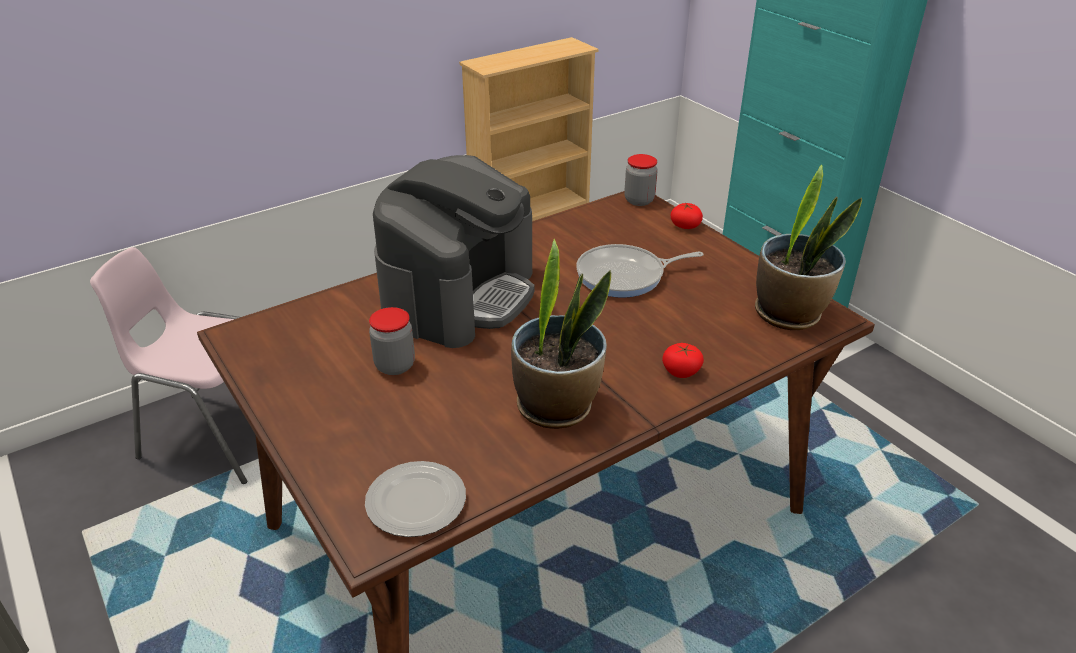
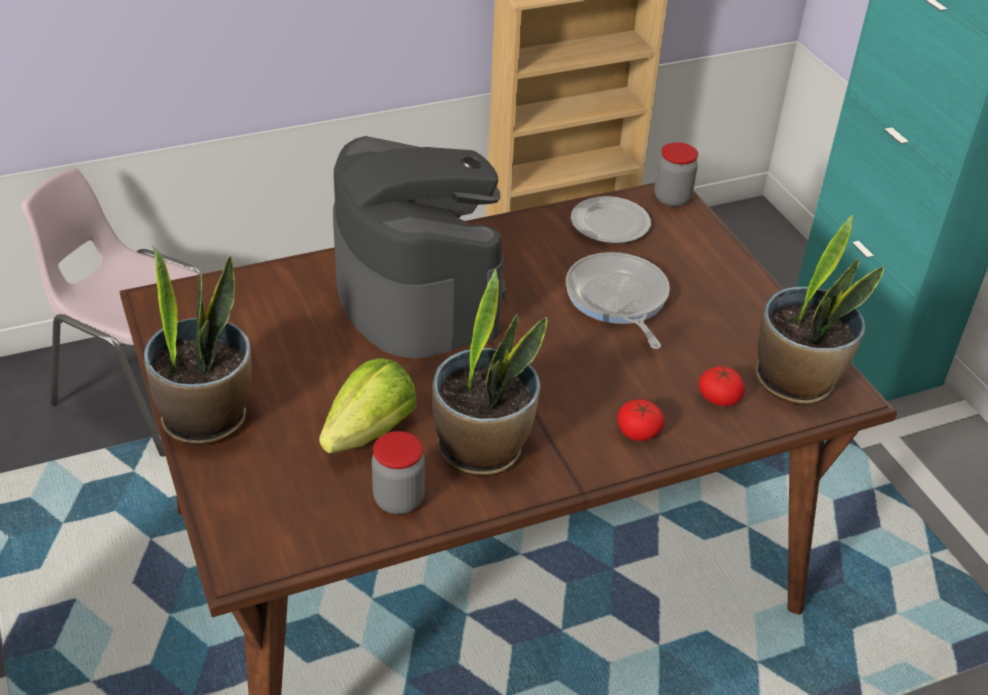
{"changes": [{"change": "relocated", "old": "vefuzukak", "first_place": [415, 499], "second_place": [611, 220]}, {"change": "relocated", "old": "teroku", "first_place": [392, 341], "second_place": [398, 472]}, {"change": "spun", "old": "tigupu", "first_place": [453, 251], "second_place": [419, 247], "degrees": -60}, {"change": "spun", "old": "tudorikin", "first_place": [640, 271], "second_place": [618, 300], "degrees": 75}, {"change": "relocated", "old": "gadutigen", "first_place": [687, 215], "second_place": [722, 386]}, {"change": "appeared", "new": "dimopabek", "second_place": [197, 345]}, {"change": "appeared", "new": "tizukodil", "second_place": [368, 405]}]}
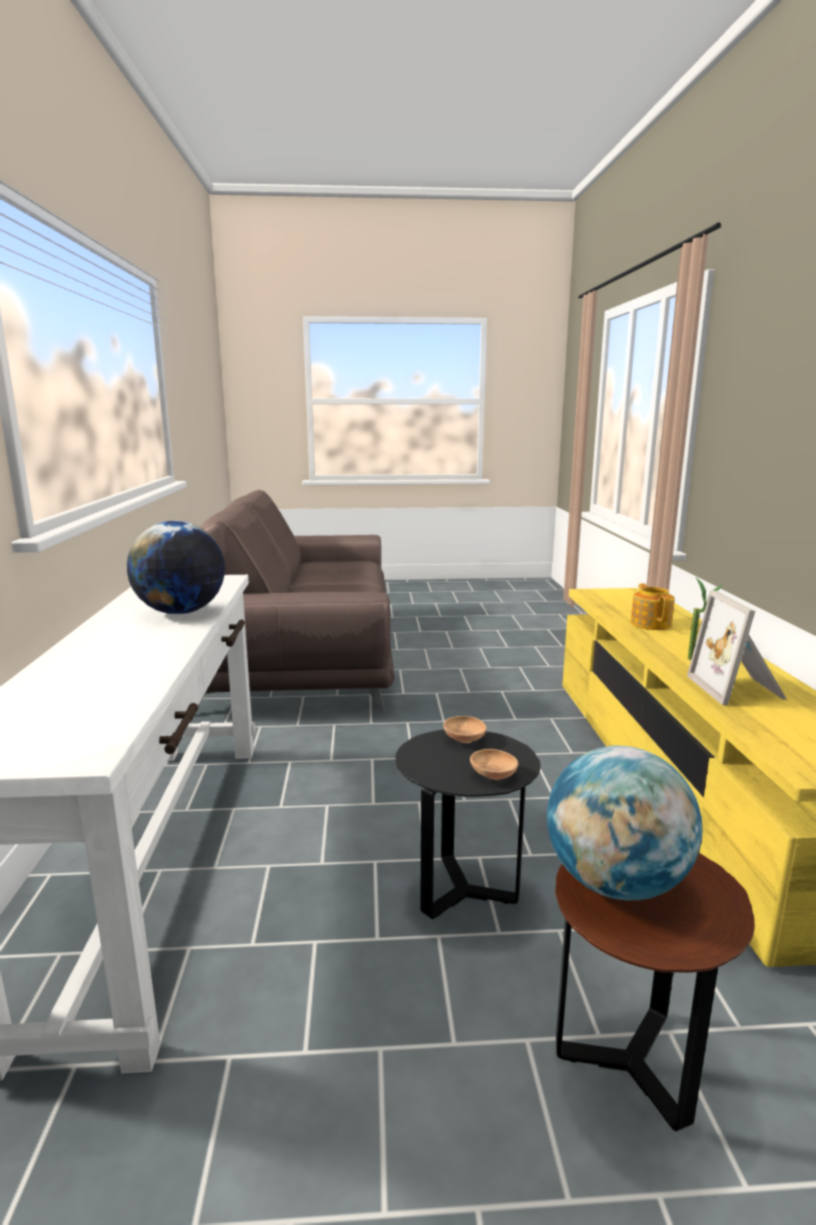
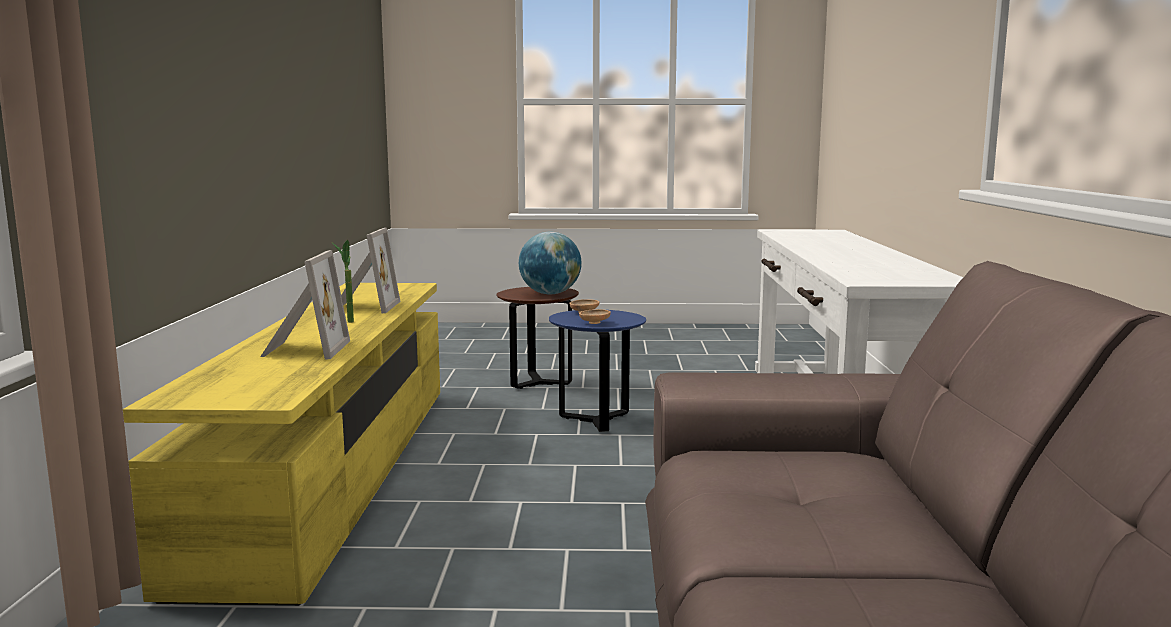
{"changes": [{"change": "missing", "old": "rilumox", "first_place": [176, 567]}, {"change": "colour", "old": "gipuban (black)", "new": "gipuban (blue)", "first_place": [468, 824], "second_place": [597, 371]}, {"change": "exchanged", "old": "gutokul", "new": "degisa", "first_place": [653, 607], "second_place": [305, 304]}]}
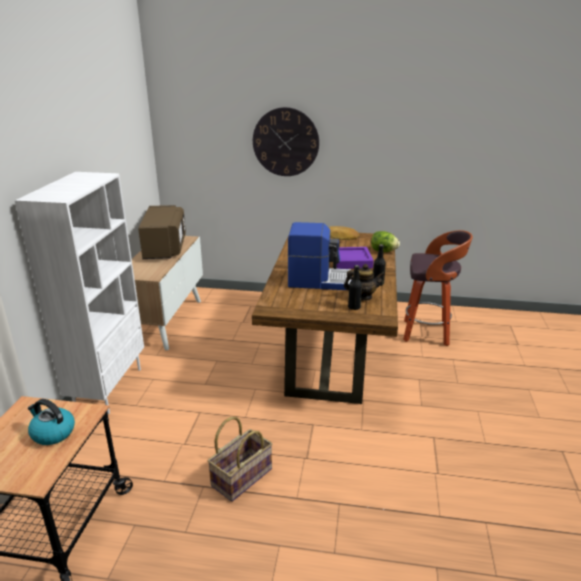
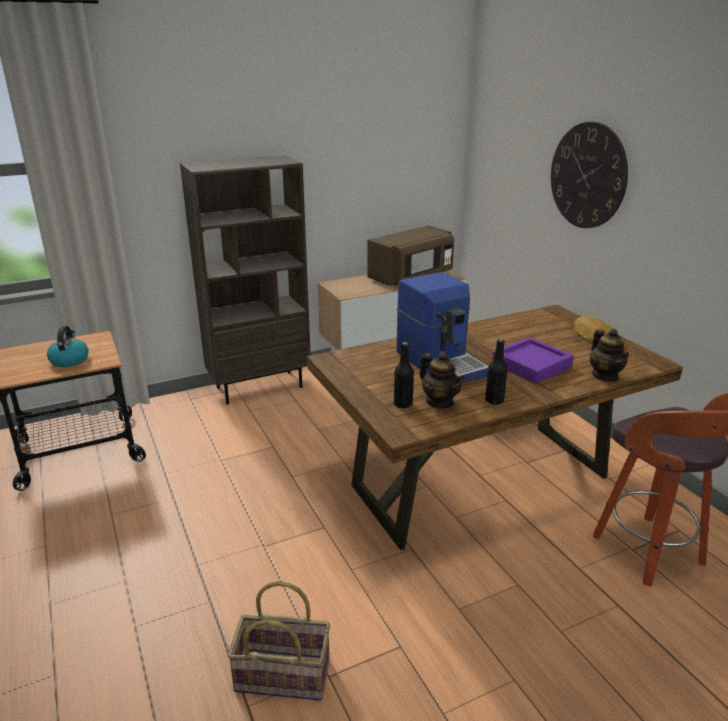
{"changes": [{"change": "colour", "old": "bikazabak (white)", "new": "bikazabak (brown)", "first_place": [79, 293], "second_place": [245, 280]}, {"change": "relocated", "old": "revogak", "first_place": [240, 459], "second_place": [279, 641]}, {"change": "exchanged", "old": "tizukodil", "new": "gutokul", "first_place": [385, 241], "second_place": [609, 355]}]}
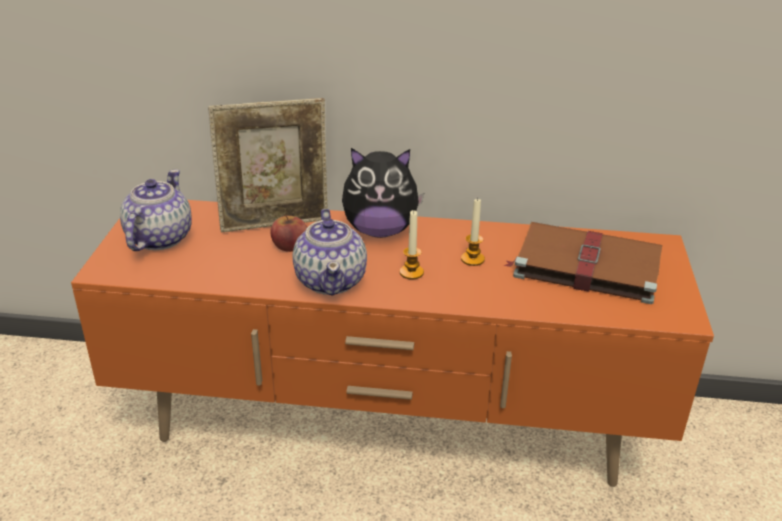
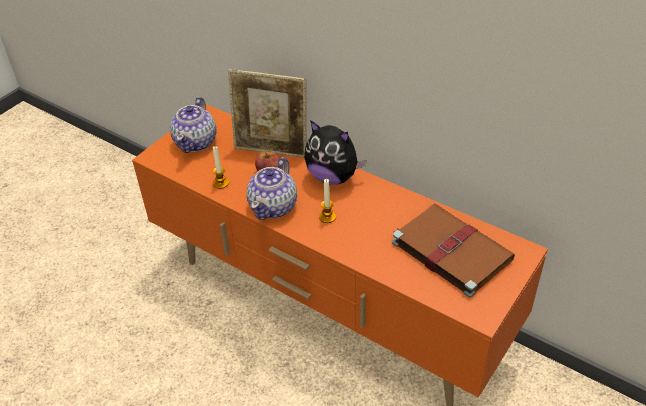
{"changes": [{"change": "spun", "old": "gutokul", "first_place": [156, 210], "second_place": [193, 125], "degrees": 150}, {"change": "relocated", "old": "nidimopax", "first_place": [473, 232], "second_place": [221, 167]}]}
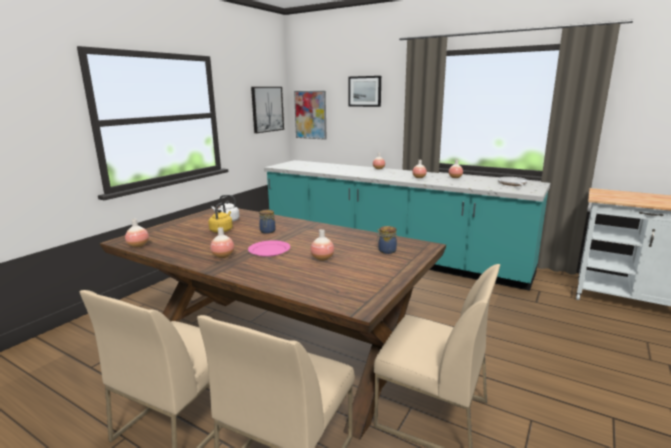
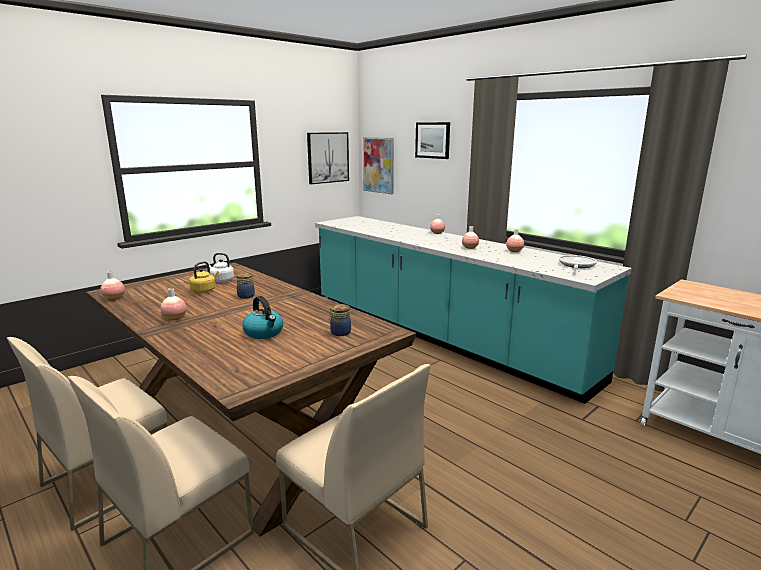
{"changes": [{"change": "missing", "old": "vefuzukak (pink)", "first_place": [269, 248]}, {"change": "exchanged", "old": "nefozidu", "new": "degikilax", "first_place": [322, 245], "second_place": [262, 317]}]}
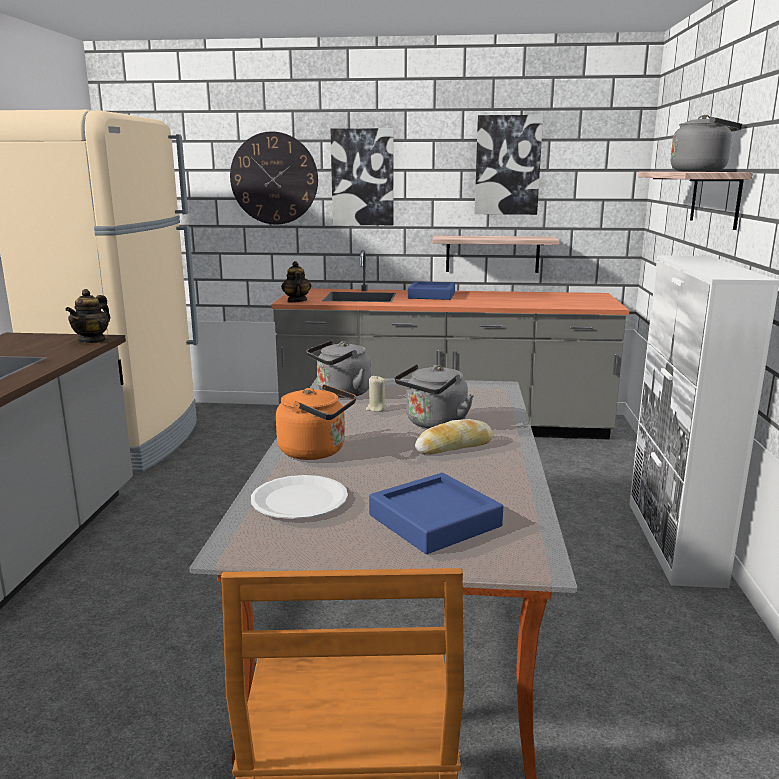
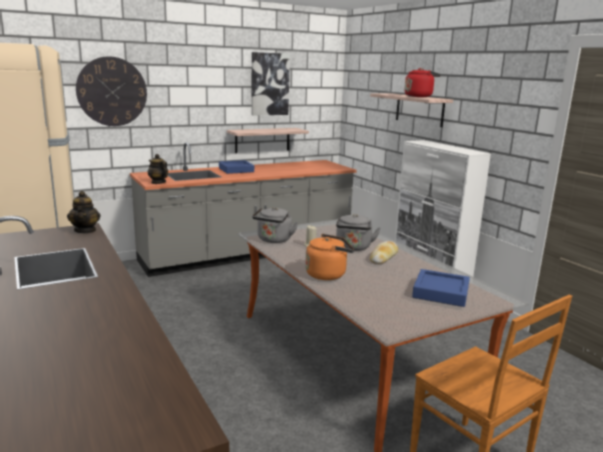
{"changes": [{"change": "missing", "old": "vefuzukak (white)", "first_place": [299, 497]}, {"change": "missing", "old": "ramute", "first_place": [362, 176]}, {"change": "colour", "old": "degikilax (grey)", "new": "degikilax (red)", "first_place": [706, 143], "second_place": [422, 82]}]}
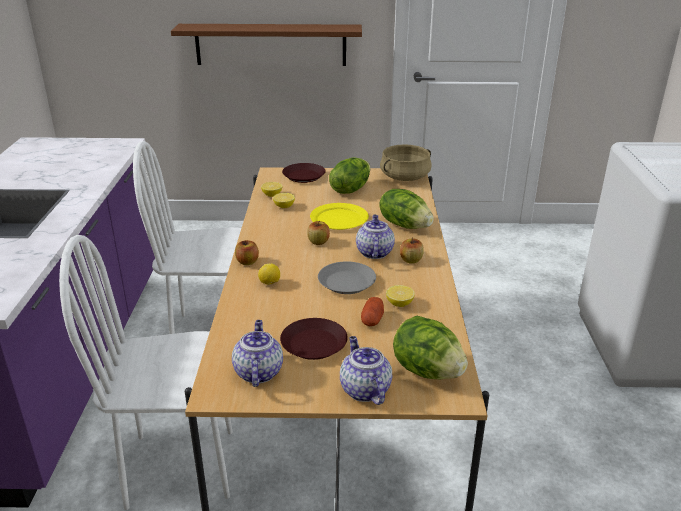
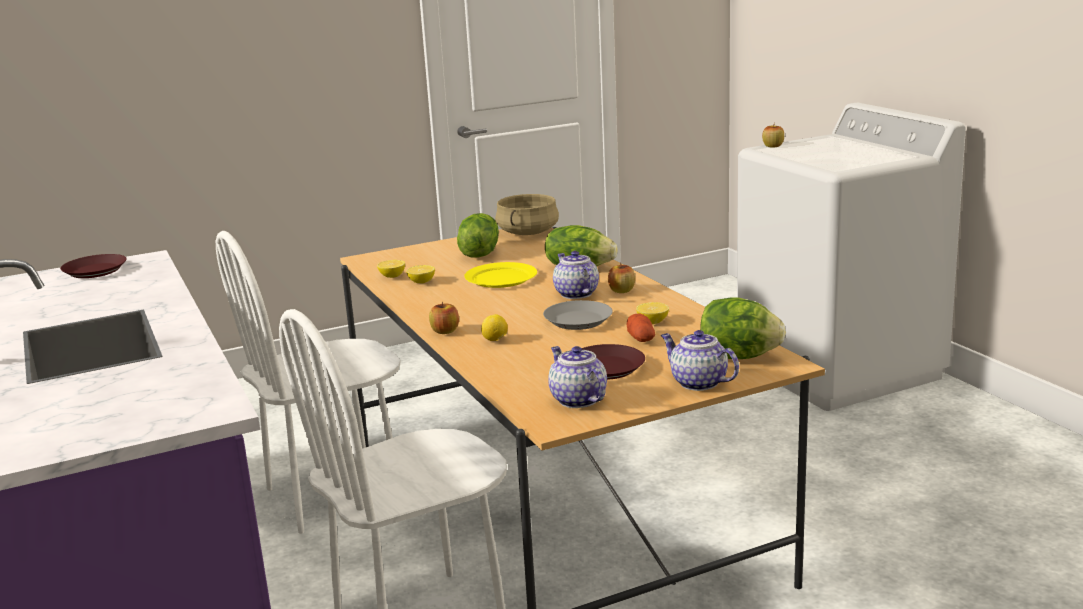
{"changes": [{"change": "missing", "old": "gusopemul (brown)", "first_place": [266, 45]}, {"change": "relocated", "old": "vefuzukak (brown)", "first_place": [304, 173], "second_place": [93, 266]}, {"change": "relocated", "old": "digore", "first_place": [318, 233], "second_place": [773, 135]}]}
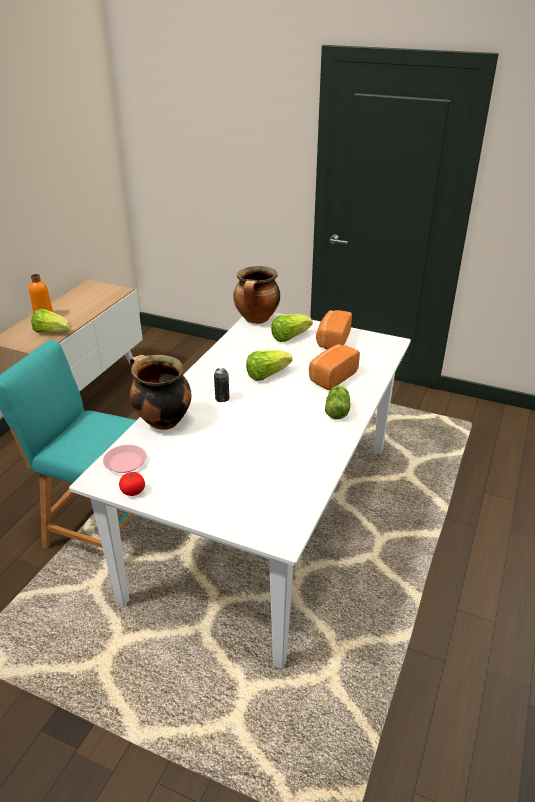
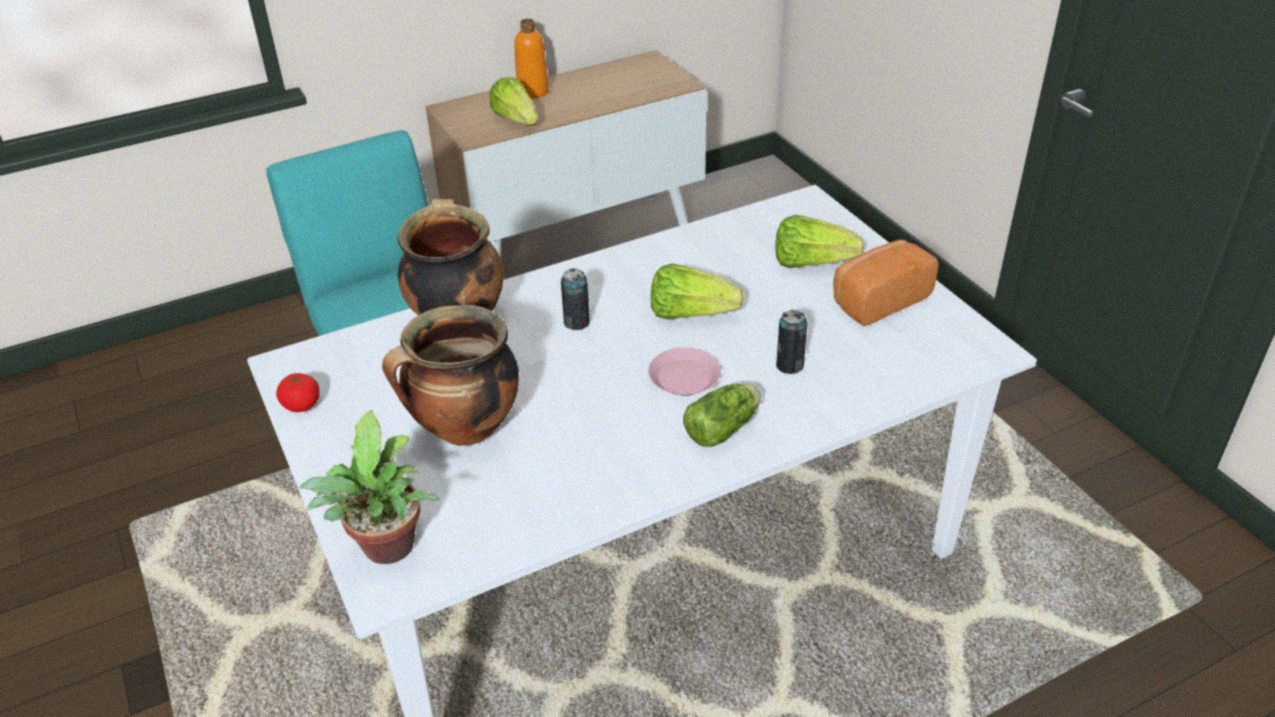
{"changes": [{"change": "relocated", "old": "vefuzukak (pink)", "first_place": [124, 459], "second_place": [684, 372]}, {"change": "relocated", "old": "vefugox", "first_place": [256, 295], "second_place": [450, 375]}, {"change": "exchanged", "old": "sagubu", "new": "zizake", "first_place": [334, 367], "second_place": [791, 342]}, {"change": "appeared", "new": "dimopabek", "second_place": [369, 487]}]}
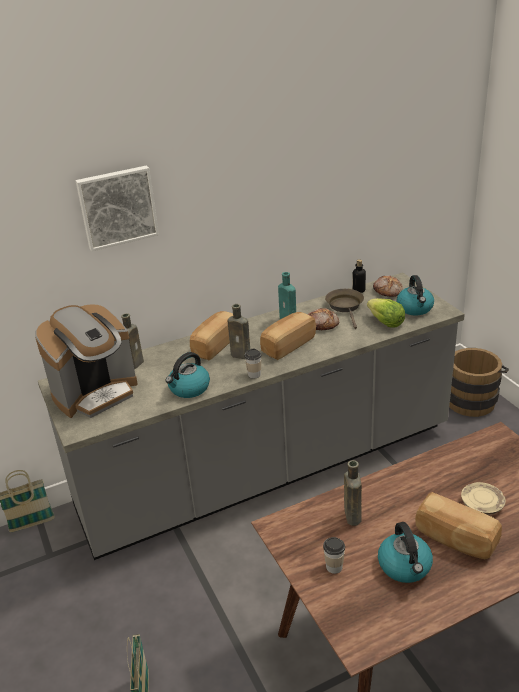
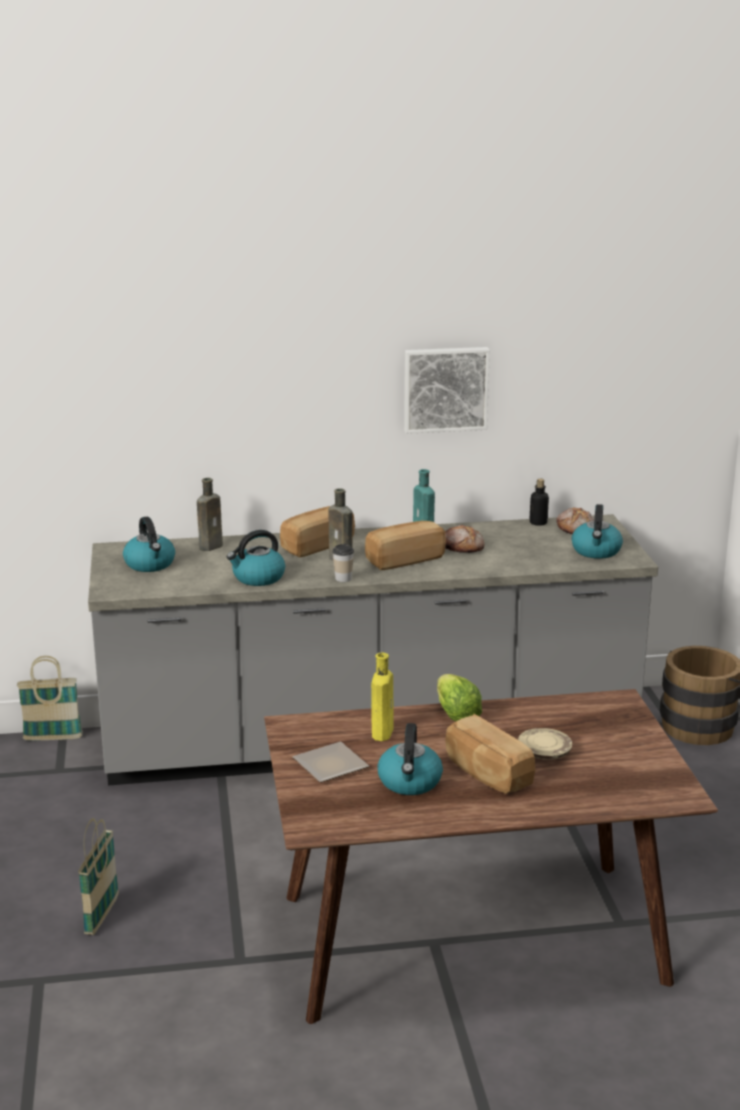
{"changes": [{"change": "exchanged", "old": "tigupu", "new": "degikilax", "first_place": [86, 361], "second_place": [149, 544]}, {"change": "relocated", "old": "ramute", "first_place": [117, 208], "second_place": [447, 390]}, {"change": "exchanged", "old": "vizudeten", "new": "vefuzukak", "first_place": [334, 555], "second_place": [330, 762]}, {"change": "missing", "old": "tudorikin (brown)", "first_place": [344, 309]}, {"change": "colour", "old": "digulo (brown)", "new": "digulo (yellow)", "first_place": [353, 493], "second_place": [382, 697]}, {"change": "relocated", "old": "tizukodil", "first_place": [386, 313], "second_place": [459, 697]}]}
